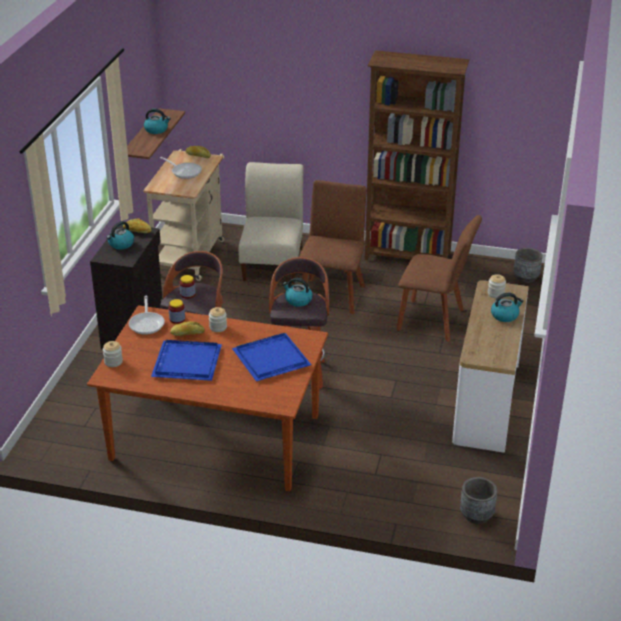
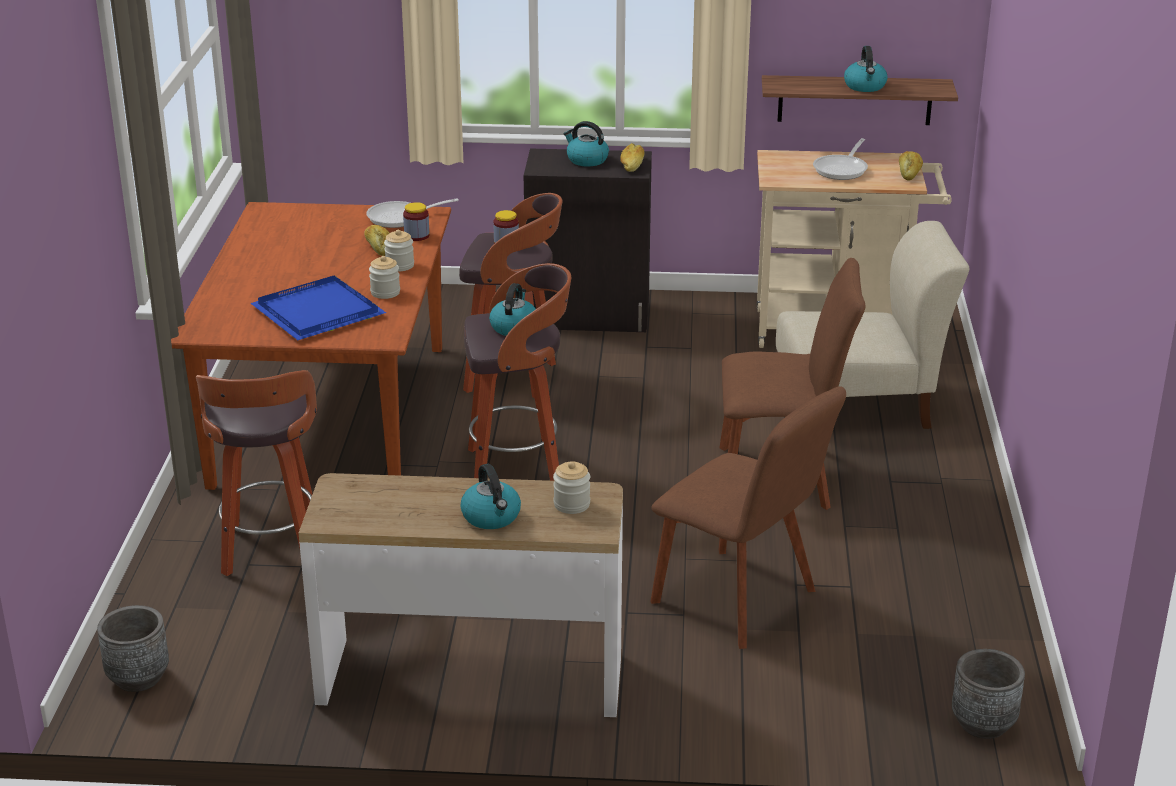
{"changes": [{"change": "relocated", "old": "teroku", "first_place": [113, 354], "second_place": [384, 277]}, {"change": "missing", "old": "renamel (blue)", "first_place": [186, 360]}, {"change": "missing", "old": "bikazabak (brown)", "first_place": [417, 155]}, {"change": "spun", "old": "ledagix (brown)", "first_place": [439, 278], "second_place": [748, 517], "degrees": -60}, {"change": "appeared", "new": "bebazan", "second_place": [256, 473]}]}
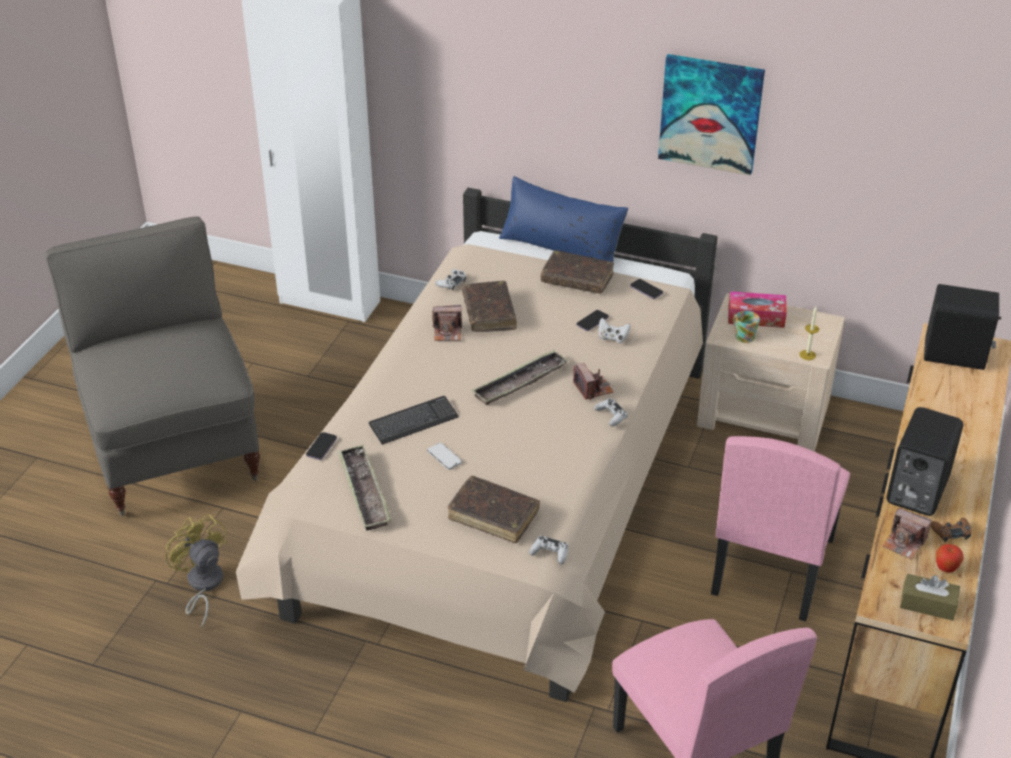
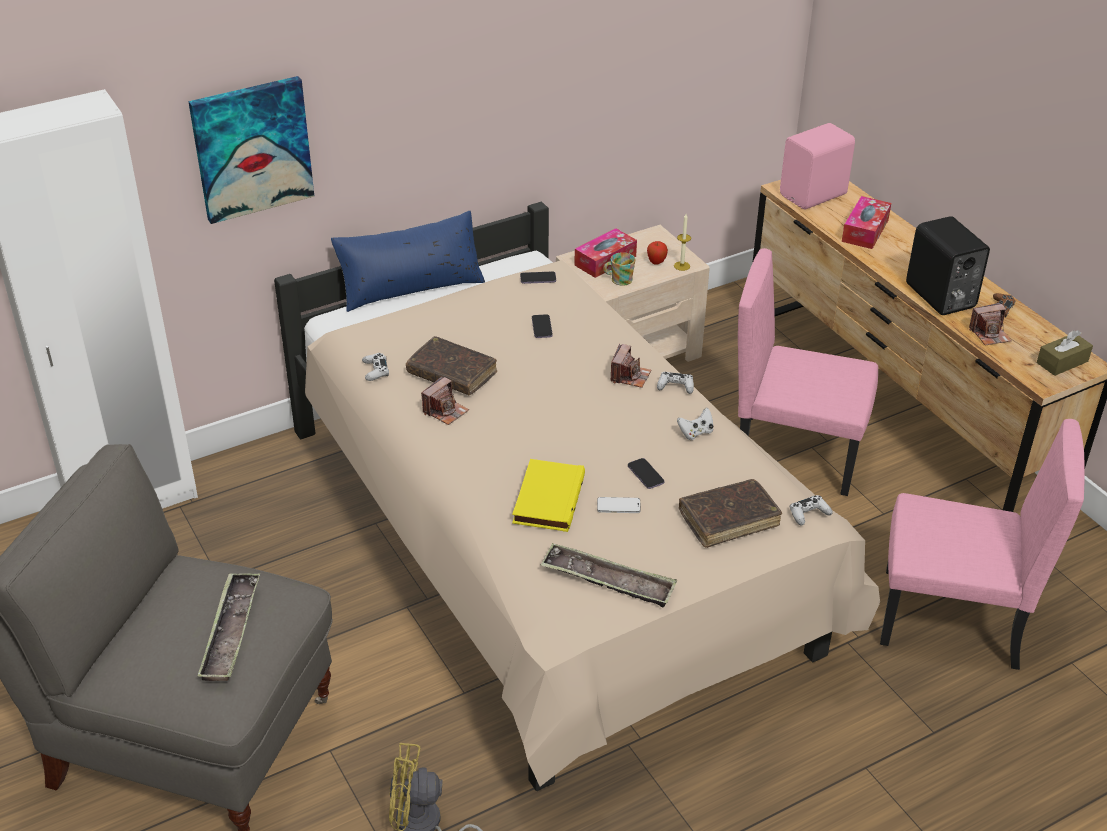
{"changes": [{"change": "relocated", "old": "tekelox", "first_place": [321, 446], "second_place": [646, 473]}, {"change": "exchanged", "old": "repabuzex", "new": "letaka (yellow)", "first_place": [414, 420], "second_place": [548, 495]}, {"change": "relocated", "old": "renamel", "first_place": [519, 377], "second_place": [228, 627]}, {"change": "missing", "old": "letaka (brown)", "first_place": [577, 272]}, {"change": "spun", "old": "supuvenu", "first_place": [593, 381], "second_place": [630, 366], "degrees": 90}, {"change": "relocated", "old": "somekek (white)", "first_place": [615, 330], "second_place": [695, 423]}, {"change": "relocated", "old": "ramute", "first_place": [711, 115], "second_place": [251, 150]}, {"change": "spun", "old": "ledagix (pink)", "first_place": [780, 528], "second_place": [808, 372], "degrees": 135}, {"change": "colour", "old": "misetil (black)", "new": "misetil (pink)", "first_place": [962, 327], "second_place": [817, 166]}, {"change": "relocated", "old": "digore", "first_place": [949, 558], "second_place": [657, 253]}, {"change": "appeared", "new": "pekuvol", "second_place": [866, 222]}]}
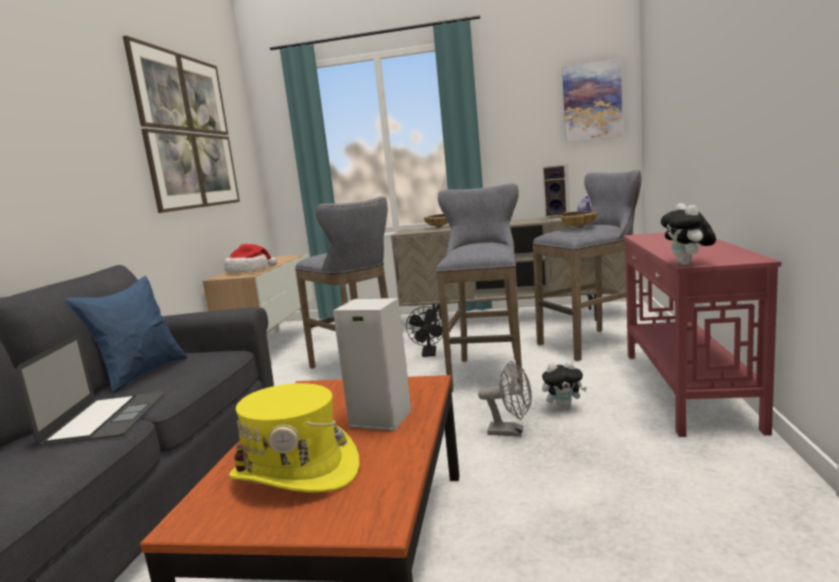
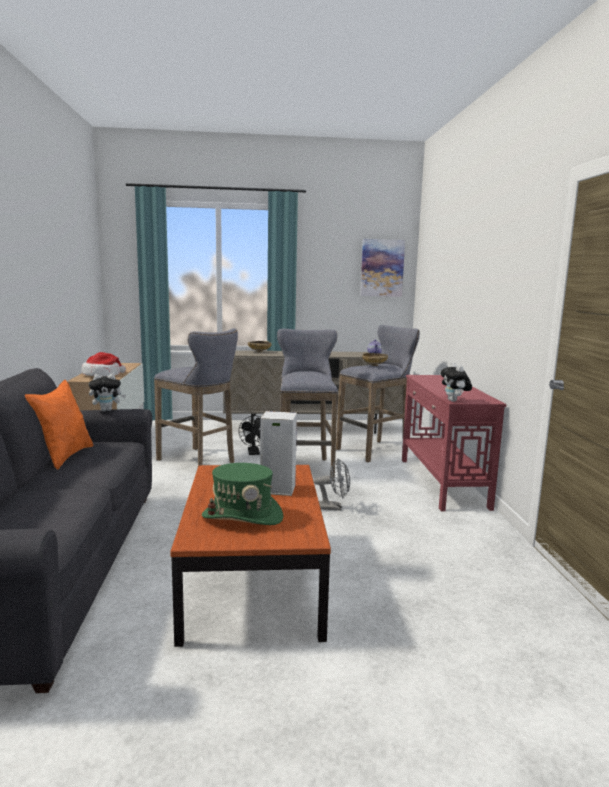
{"changes": [{"change": "missing", "old": "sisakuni", "first_place": [90, 390]}, {"change": "colour", "old": "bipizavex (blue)", "new": "bipizavex (orange)", "first_place": [126, 335], "second_place": [59, 425]}, {"change": "missing", "old": "ramute", "first_place": [181, 124]}, {"change": "colour", "old": "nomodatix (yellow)", "new": "nomodatix (green)", "first_place": [294, 437], "second_place": [242, 494]}, {"change": "missing", "old": "misetil", "first_place": [556, 192]}, {"change": "relocated", "old": "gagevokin", "first_place": [564, 385], "second_place": [107, 392]}]}
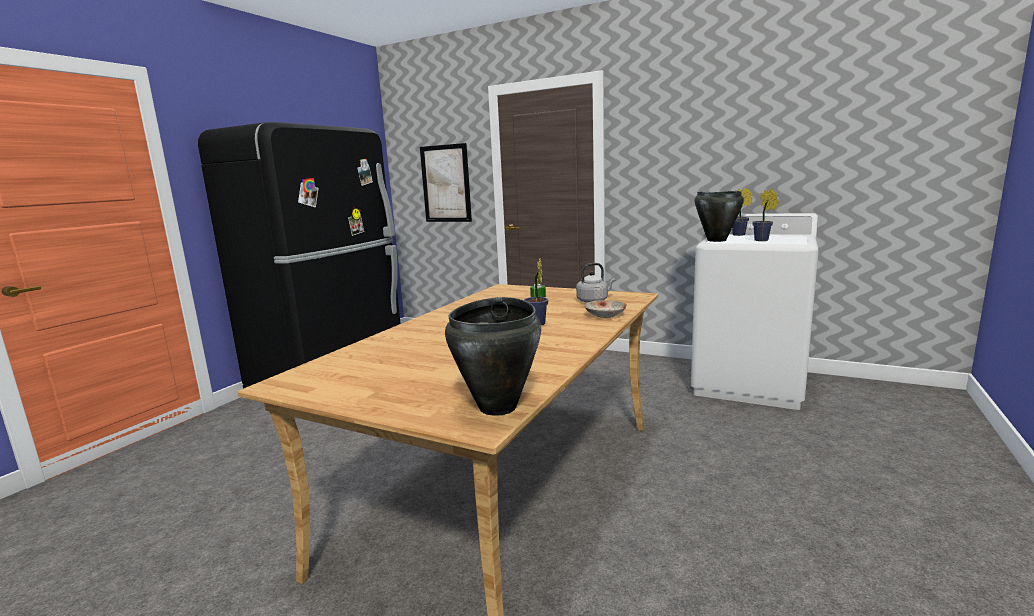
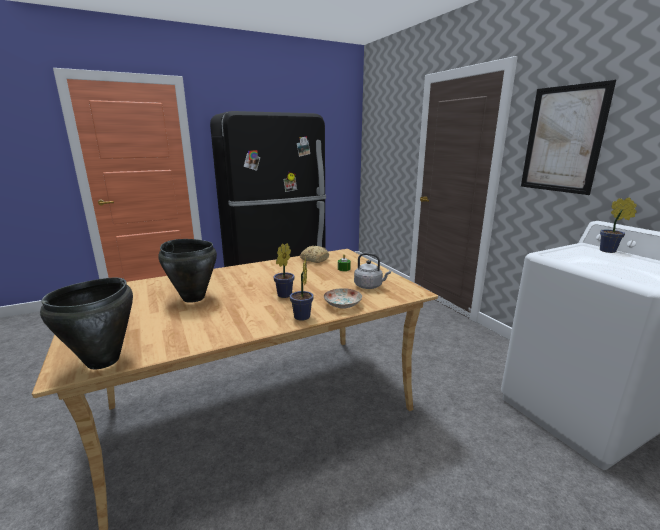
{"changes": [{"change": "relocated", "old": "ramute", "first_place": [446, 182], "second_place": [568, 137]}, {"change": "relocated", "old": "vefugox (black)", "first_place": [719, 216], "second_place": [187, 271]}, {"change": "relocated", "old": "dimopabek", "first_place": [765, 215], "second_place": [302, 289]}, {"change": "appeared", "new": "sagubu", "second_place": [314, 254]}]}
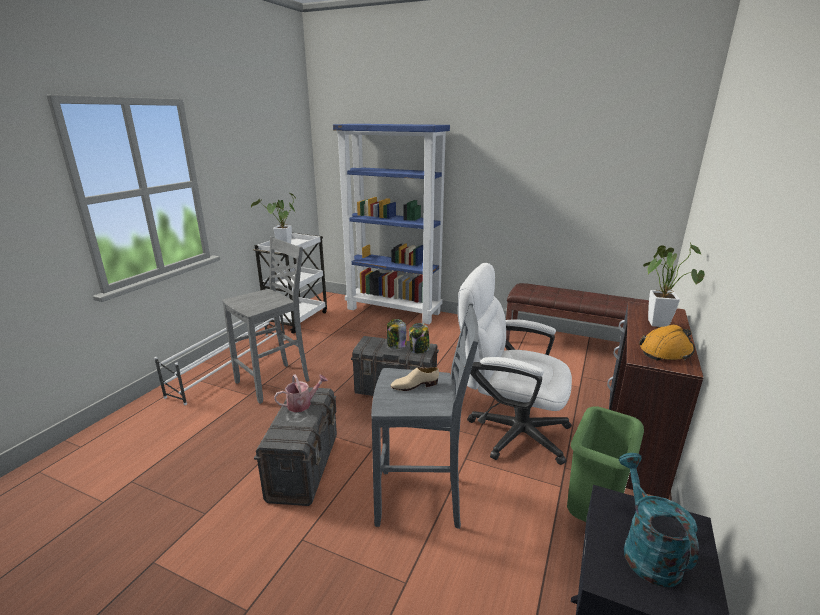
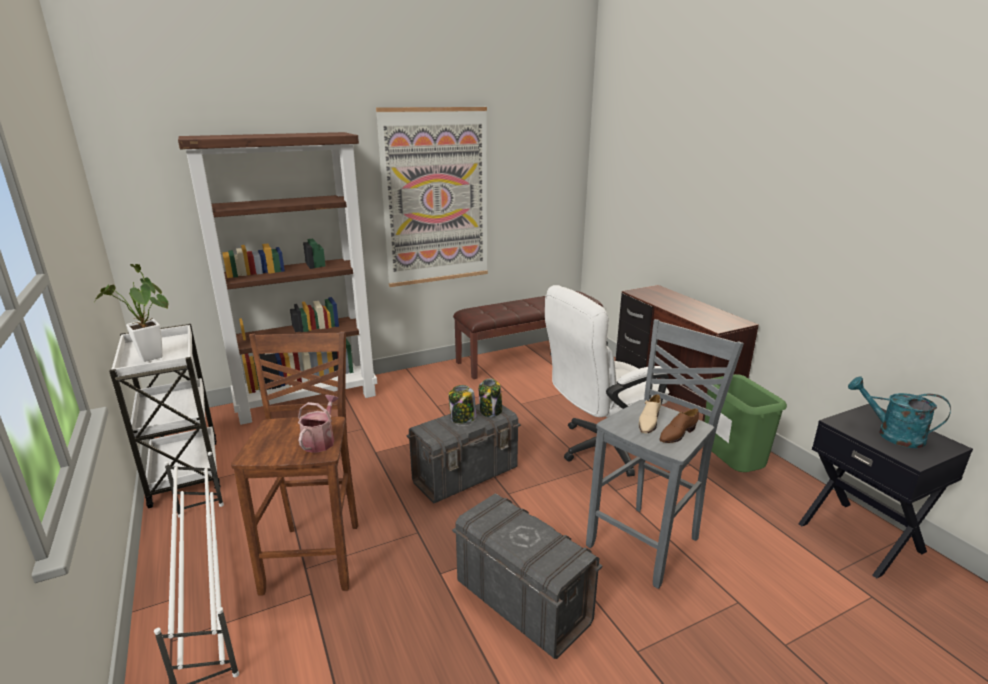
{"changes": [{"change": "colour", "old": "bebazan (grey)", "new": "bebazan (brown)", "first_place": [265, 320], "second_place": [294, 463]}, {"change": "relocated", "old": "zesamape", "first_place": [301, 393], "second_place": [318, 424]}, {"change": "colour", "old": "bikazabak (blue)", "new": "bikazabak (brown)", "first_place": [391, 224], "second_place": [277, 278]}, {"change": "missing", "old": "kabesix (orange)", "first_place": [667, 343]}, {"change": "missing", "old": "dimopabek", "first_place": [674, 284]}, {"change": "appeared", "new": "ramute", "second_place": [432, 197]}, {"change": "appeared", "new": "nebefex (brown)", "second_place": [679, 425]}]}
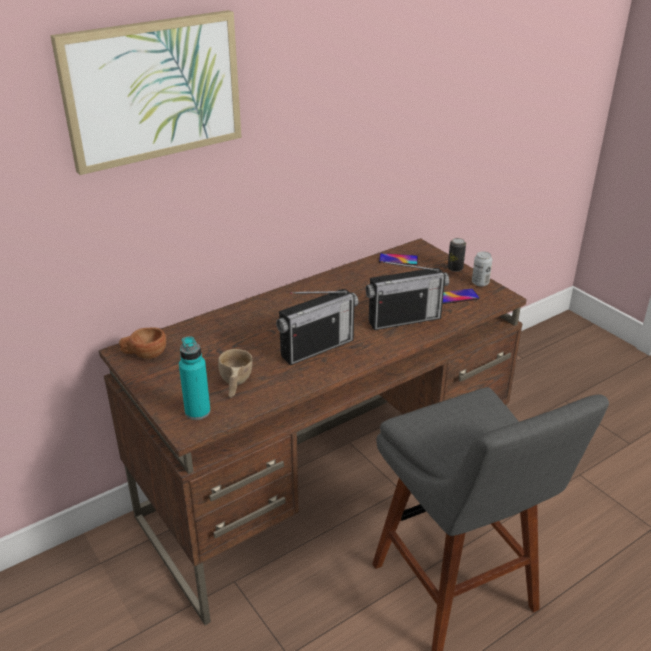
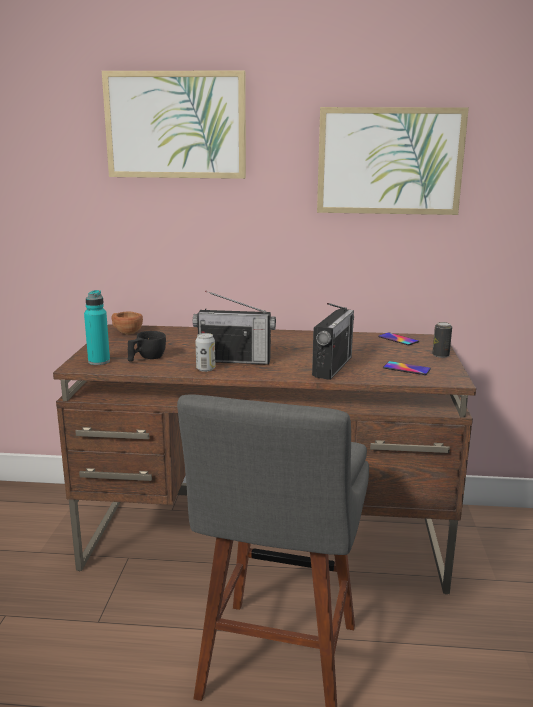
{"changes": [{"change": "colour", "old": "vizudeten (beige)", "new": "vizudeten (black)", "first_place": [235, 373], "second_place": [147, 346]}, {"change": "spun", "old": "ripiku", "first_place": [407, 295], "second_place": [333, 341], "degrees": -90}, {"change": "relocated", "old": "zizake", "first_place": [482, 269], "second_place": [205, 352]}, {"change": "appeared", "new": "ramute", "second_place": [393, 161]}]}
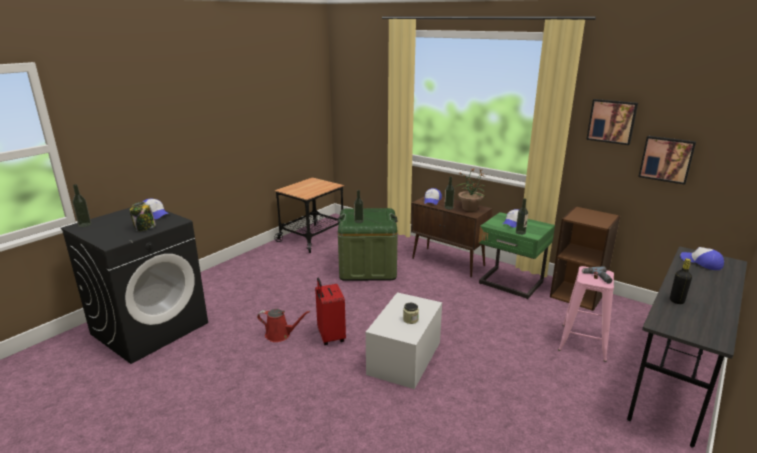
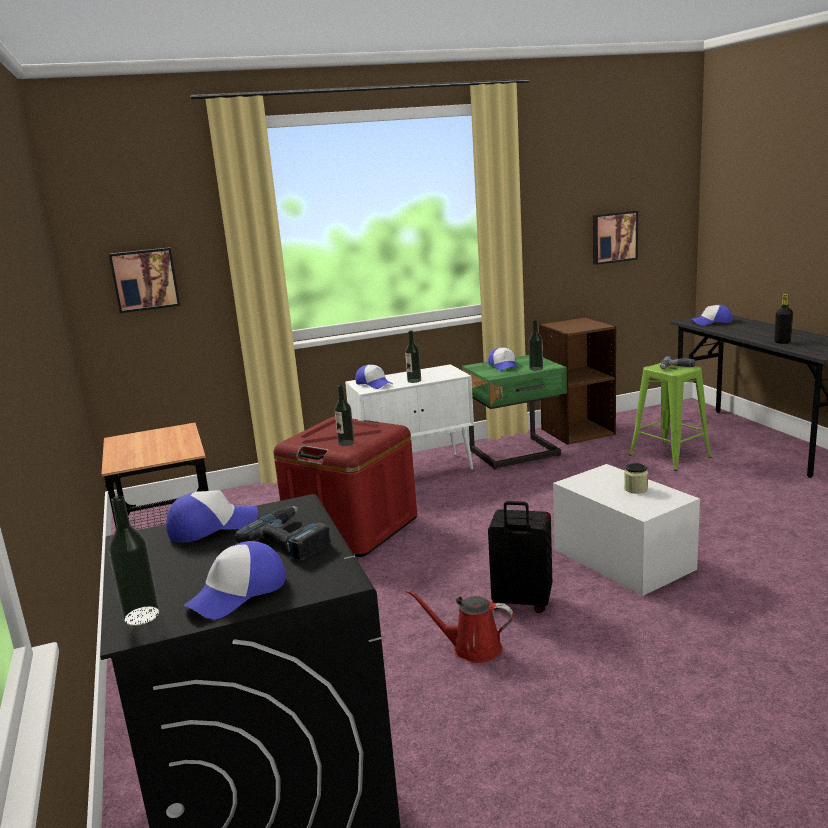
{"changes": [{"change": "exchanged", "old": "teroku", "new": "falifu", "first_place": [142, 216], "second_place": [283, 533]}, {"change": "spun", "old": "zesamape (red)", "first_place": [283, 325], "second_place": [460, 626], "degrees": -120}, {"change": "colour", "old": "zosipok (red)", "new": "zosipok (black)", "first_place": [330, 311], "second_place": [520, 557]}, {"change": "colour", "old": "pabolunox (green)", "new": "pabolunox (red)", "first_place": [368, 244], "second_place": [345, 487]}, {"change": "colour", "old": "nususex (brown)", "new": "nususex (white)", "first_place": [452, 236], "second_place": [409, 417]}, {"change": "missing", "old": "dimopabek", "first_place": [471, 190]}, {"change": "colour", "old": "bebazan (pink)", "new": "bebazan (green)", "first_place": [586, 314], "second_place": [670, 417]}, {"change": "relocated", "old": "ramute", "first_place": [612, 122], "second_place": [144, 280]}, {"change": "appeared", "new": "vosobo", "second_place": [234, 580]}]}
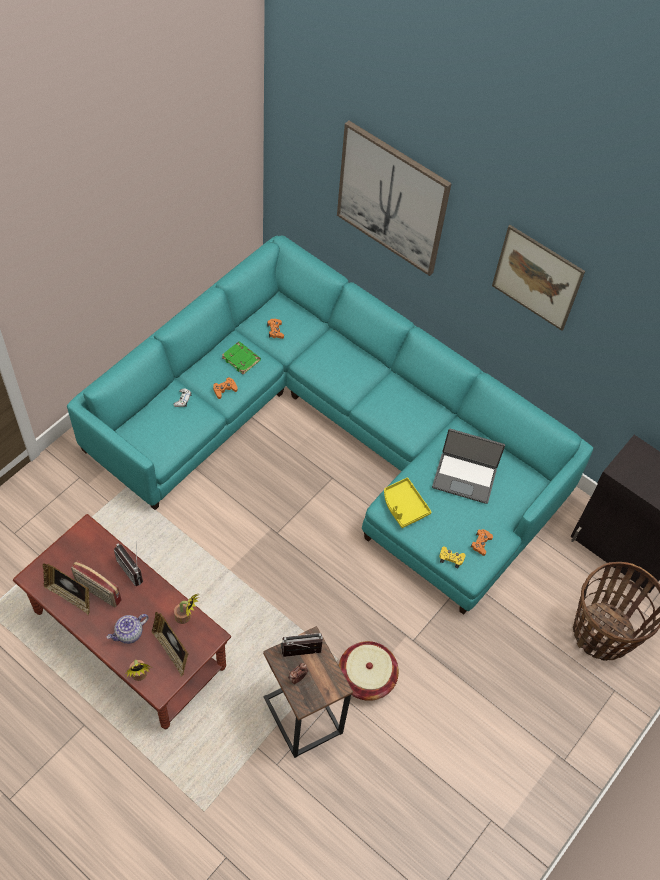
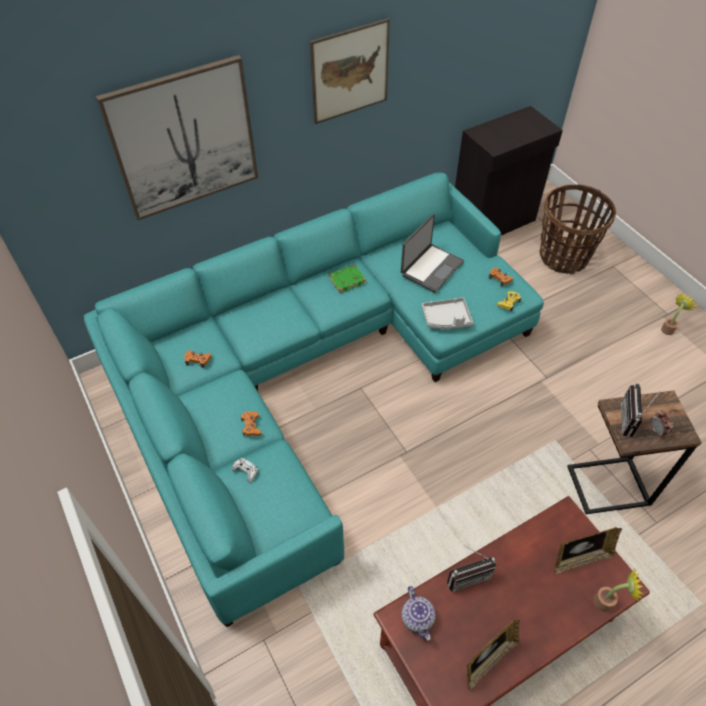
{"changes": [{"change": "missing", "old": "ripiku", "first_place": [96, 584]}, {"change": "relocated", "old": "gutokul", "first_place": [128, 629], "second_place": [418, 613]}, {"change": "relocated", "old": "dimopabek", "first_place": [187, 609], "second_place": [678, 314]}, {"change": "relocated", "old": "letaka (green)", "first_place": [241, 358], "second_place": [347, 278]}, {"change": "missing", "old": "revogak", "first_place": [369, 671]}, {"change": "colour", "old": "renamel (yellow)", "new": "renamel (grey)", "first_place": [407, 502], "second_place": [447, 313]}]}
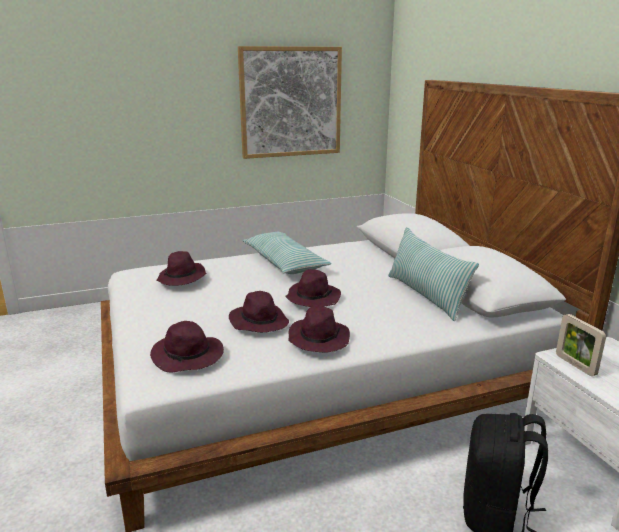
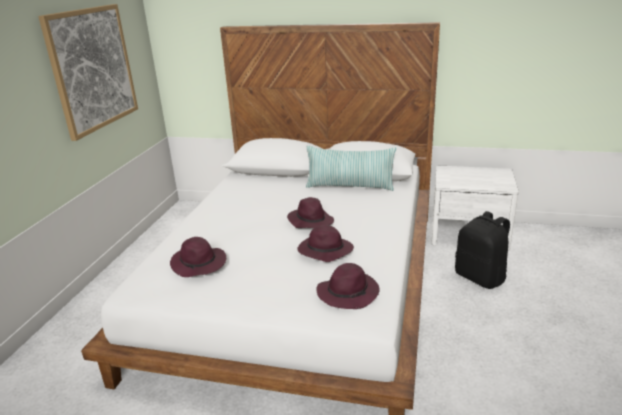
{"changes": [{"change": "missing", "old": "bipizavex", "first_place": [287, 253]}, {"change": "missing", "old": "nomodatix (purple)", "first_place": [319, 329]}, {"change": "missing", "old": "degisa", "first_place": [581, 345]}]}
